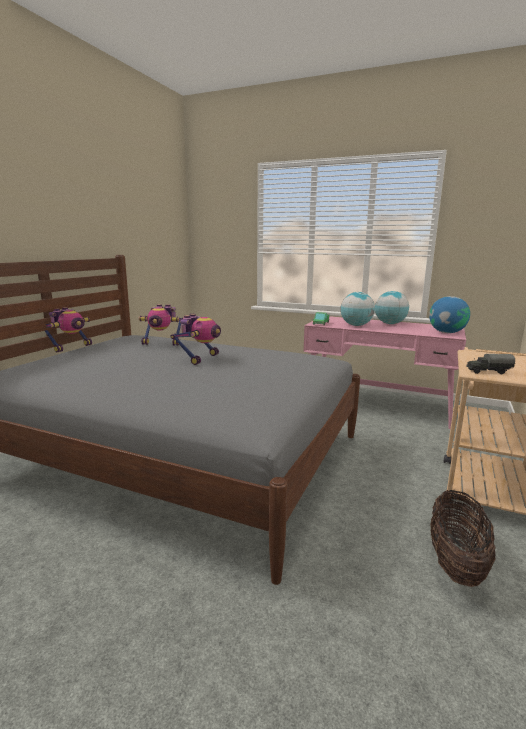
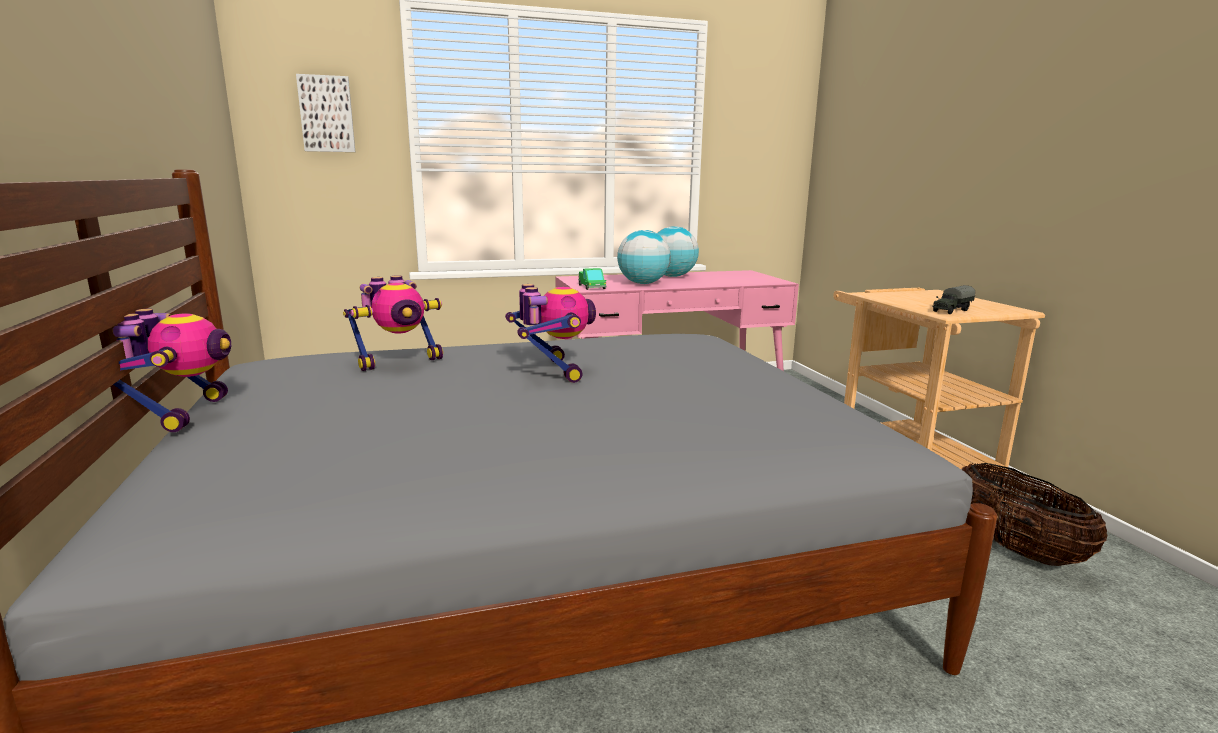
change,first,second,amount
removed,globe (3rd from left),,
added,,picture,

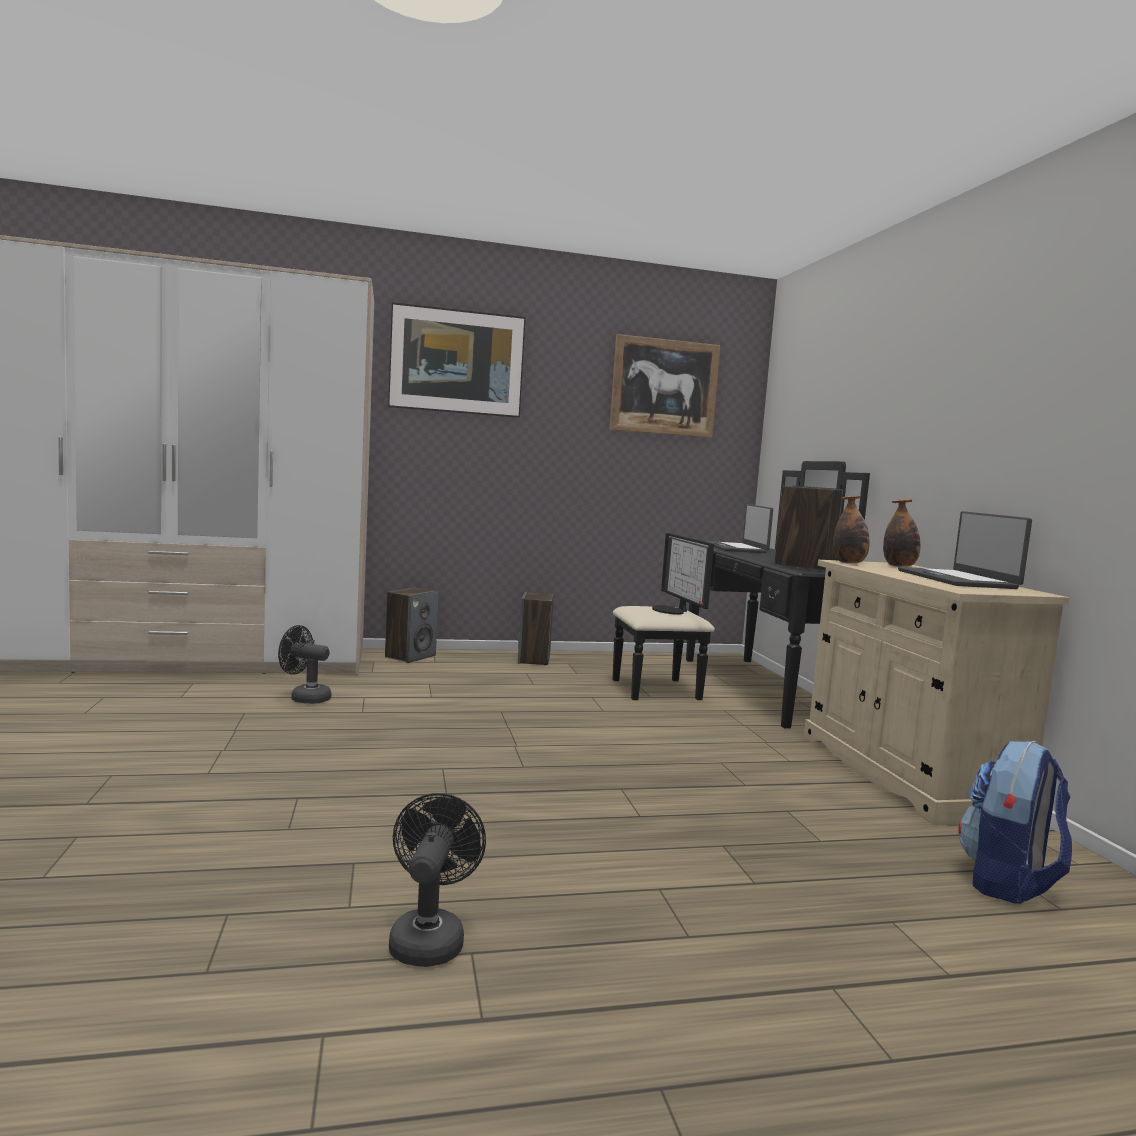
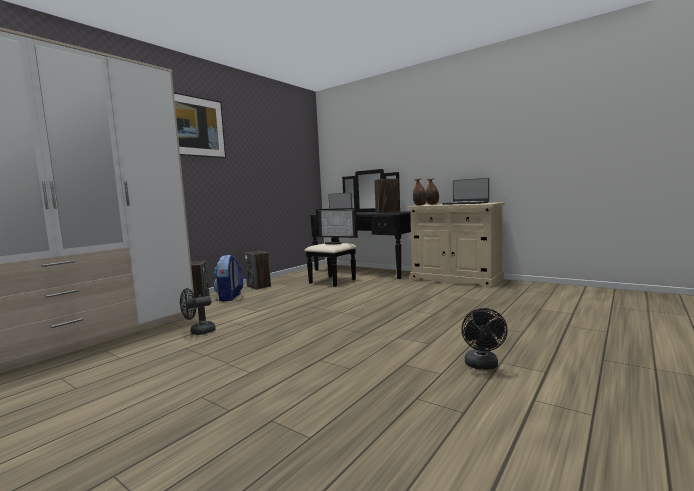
change,first,second,amount
removed,picture (2nd from left),,
moved,backpack,,
turned,fan/black (2nd from left),,135 degrees counterclockwise

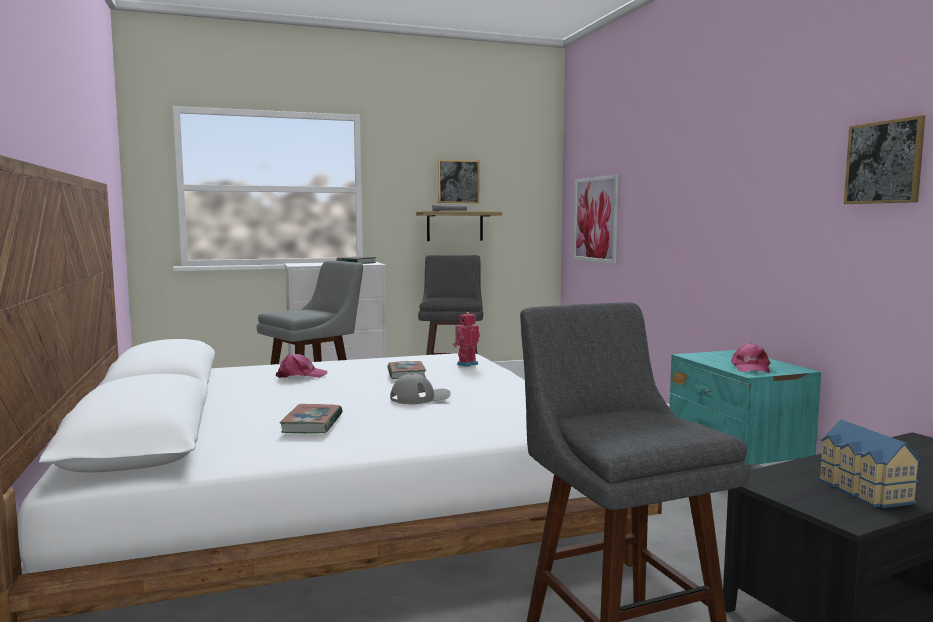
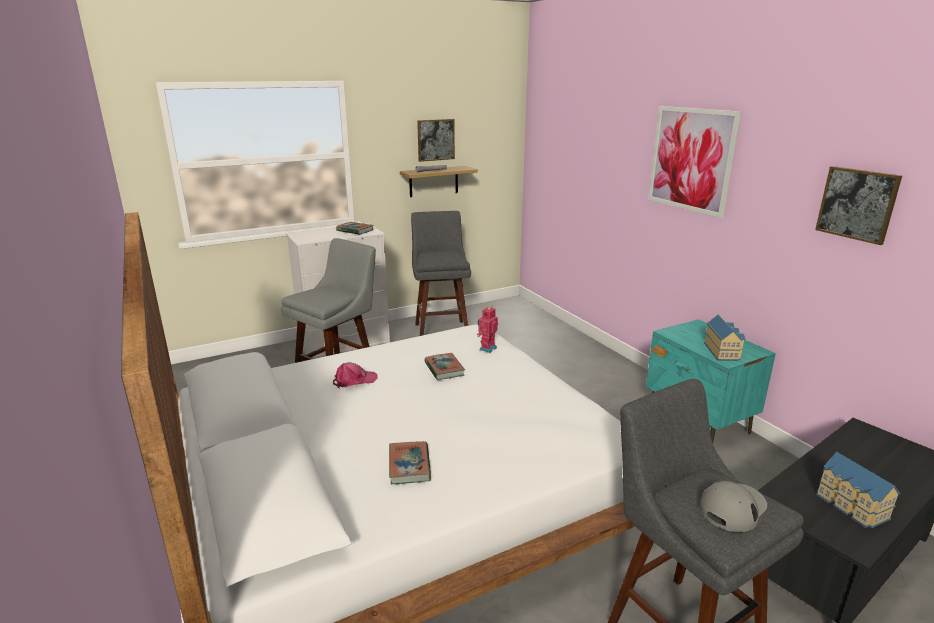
change,first,second,amount
moved,picture (2nd from left),,
replaced,cap/pink (2nd from left),toy house (1st from left),
moved,cap/grey,,

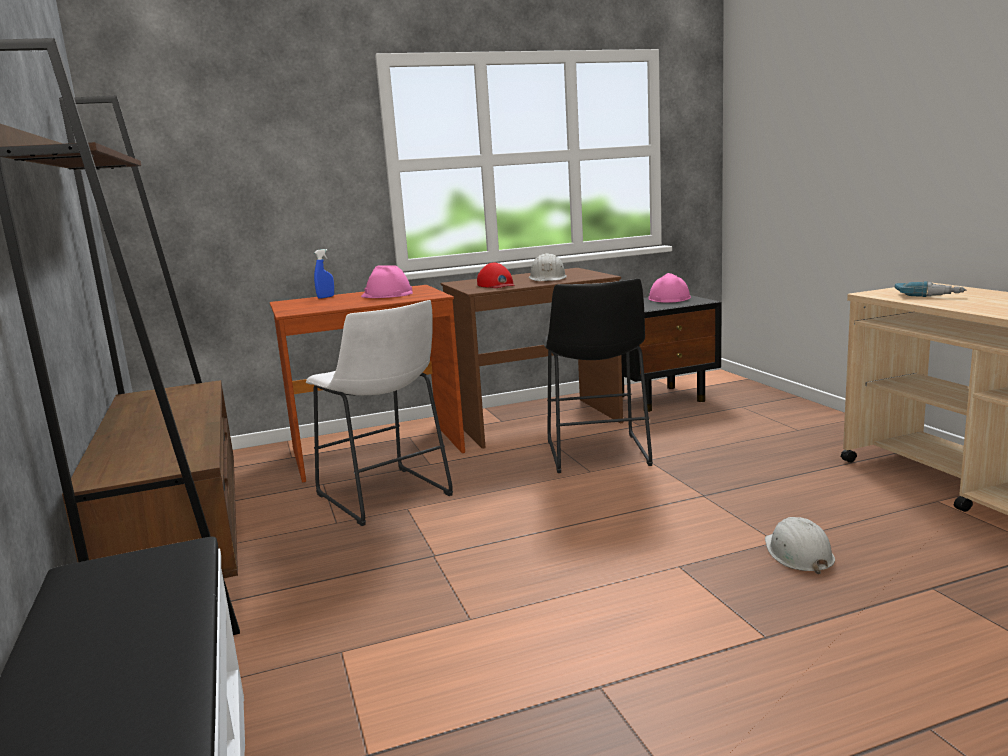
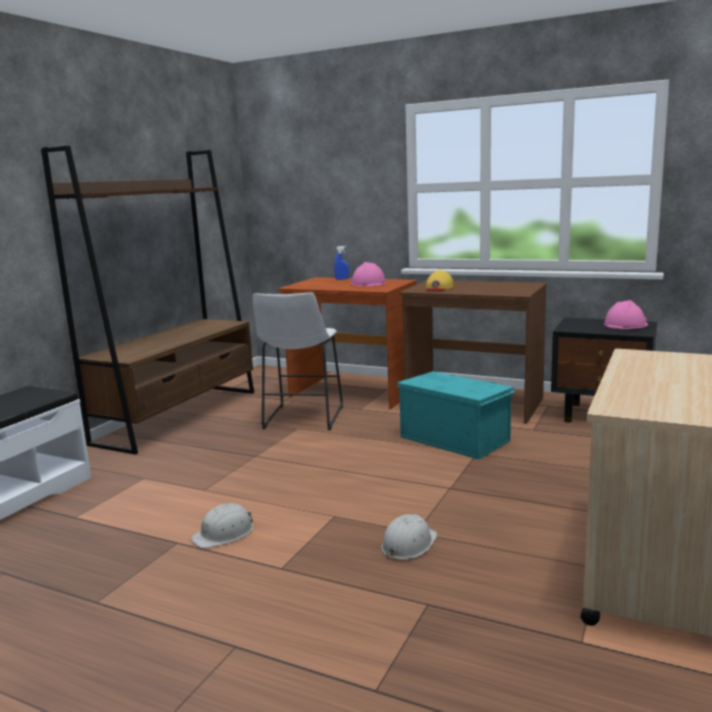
change,first,second,amount
moved,hard hat/white (1st from left),,
recoloured,cap/red,cap/yellow,
replaced,stool/black,storage box/turquoise,
removed,power drill,,

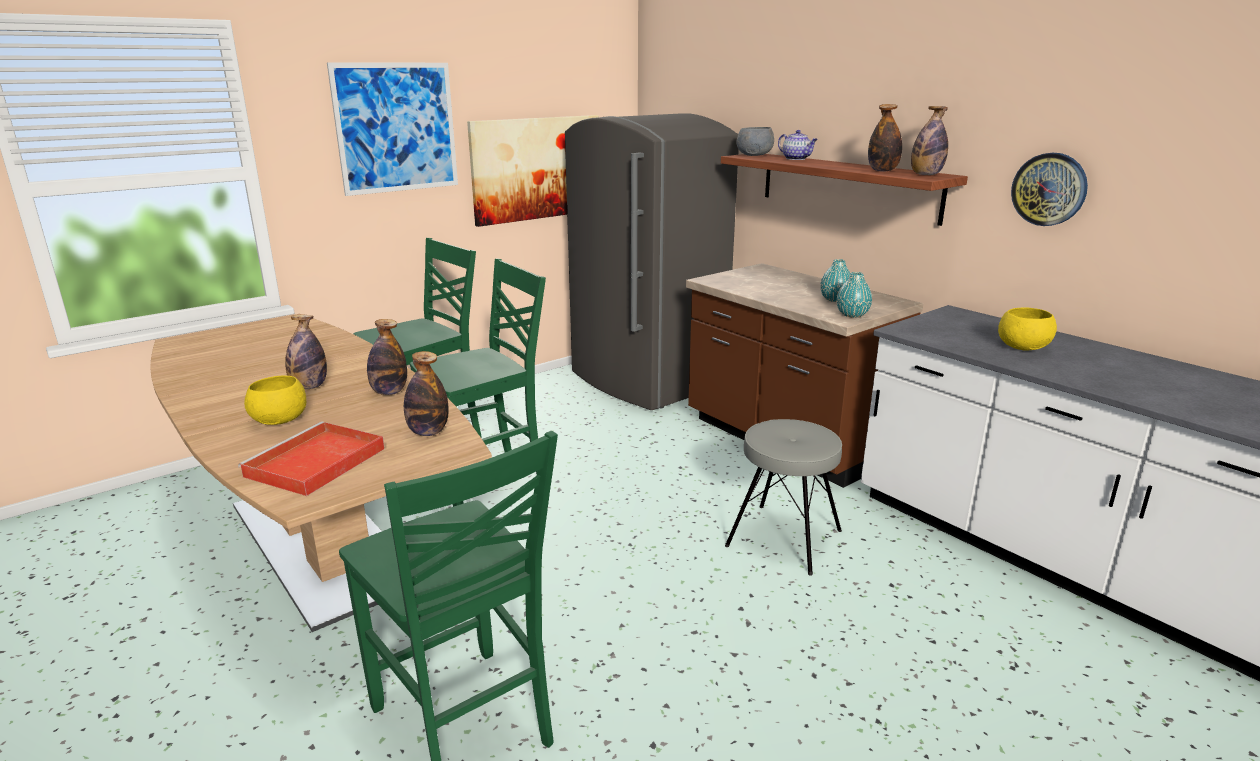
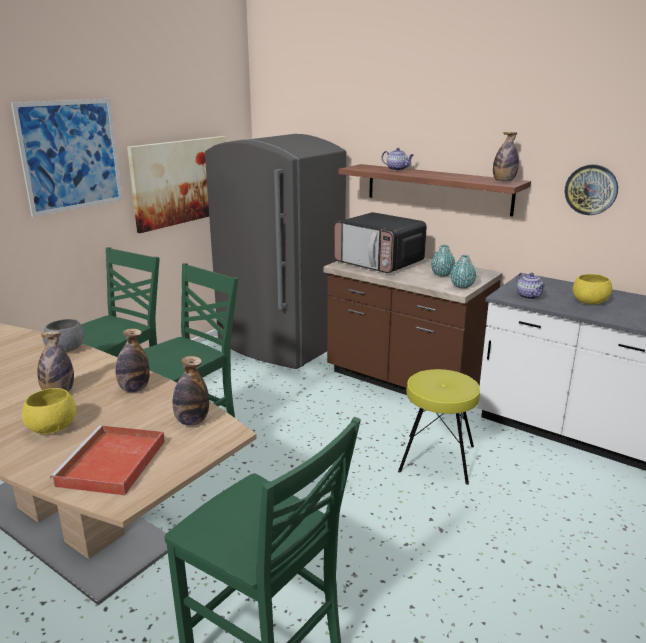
change,first,second,amount
removed,bottle (4th from left),,
moved,bowl/grey,,
recoloured,stool/grey,stool/yellow,
added,,microwave,
added,,teapot (2nd from left),

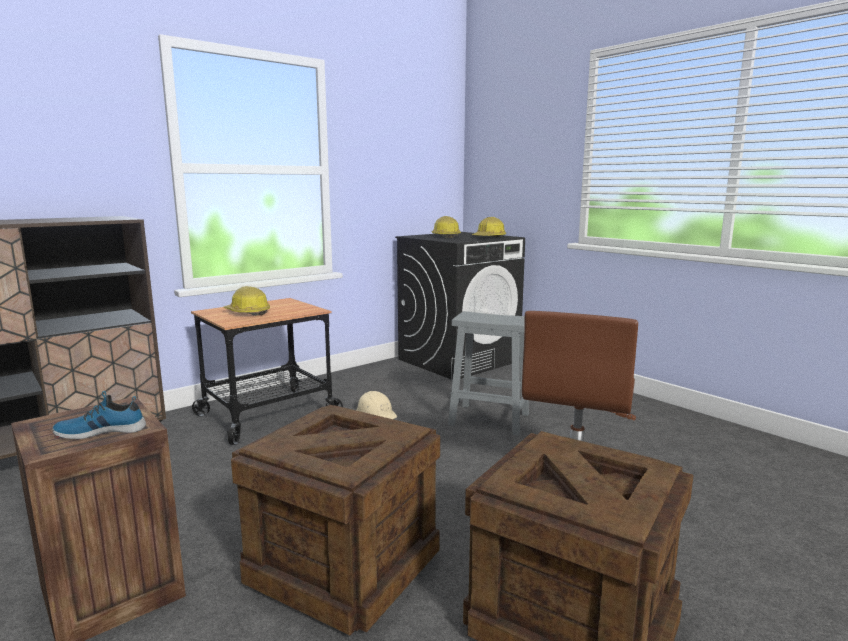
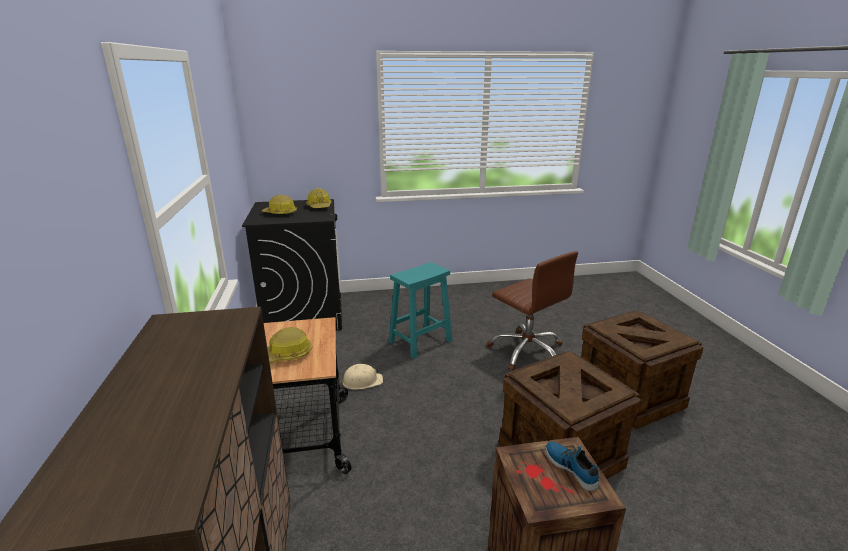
change,first,second,amount
recoloured,stool/grey,stool/turquoise,
turned,shoe,,135 degrees clockwise

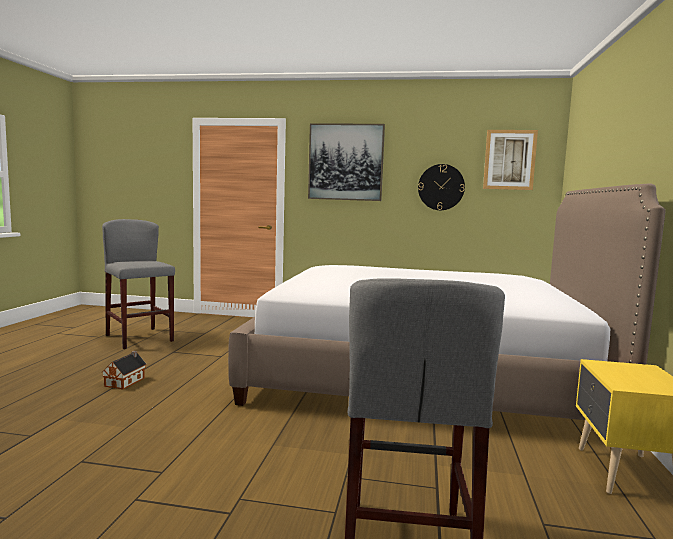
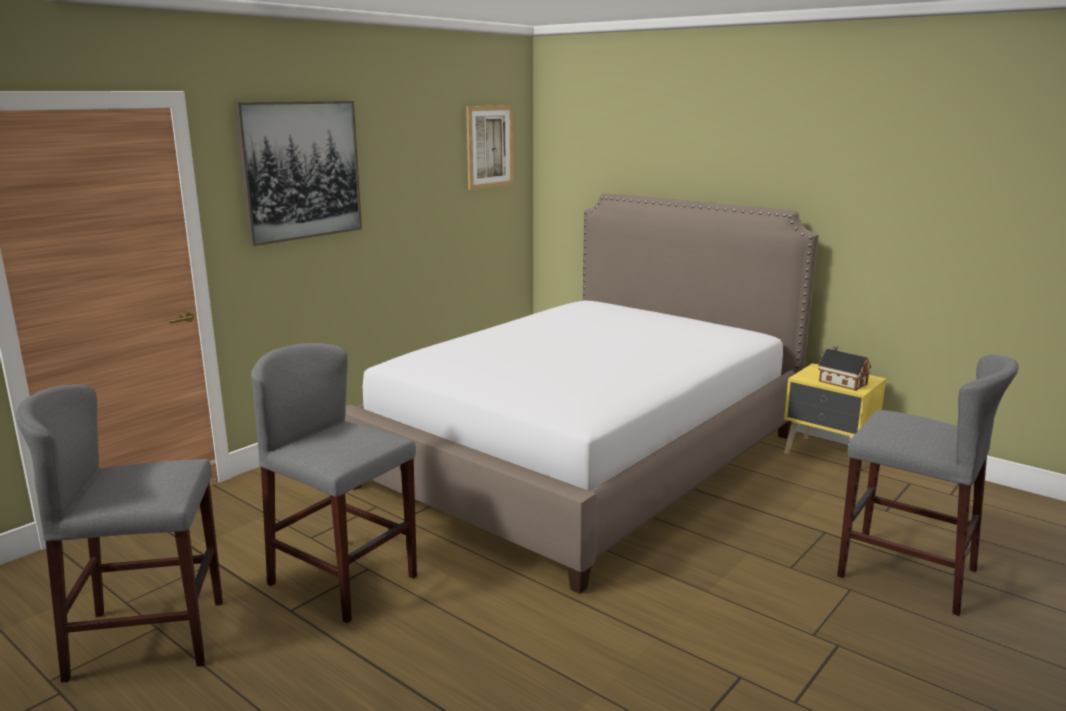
change,first,second,amount
removed,wall clock,,
moved,toy house,,
added,,stool/grey (2nd from left),

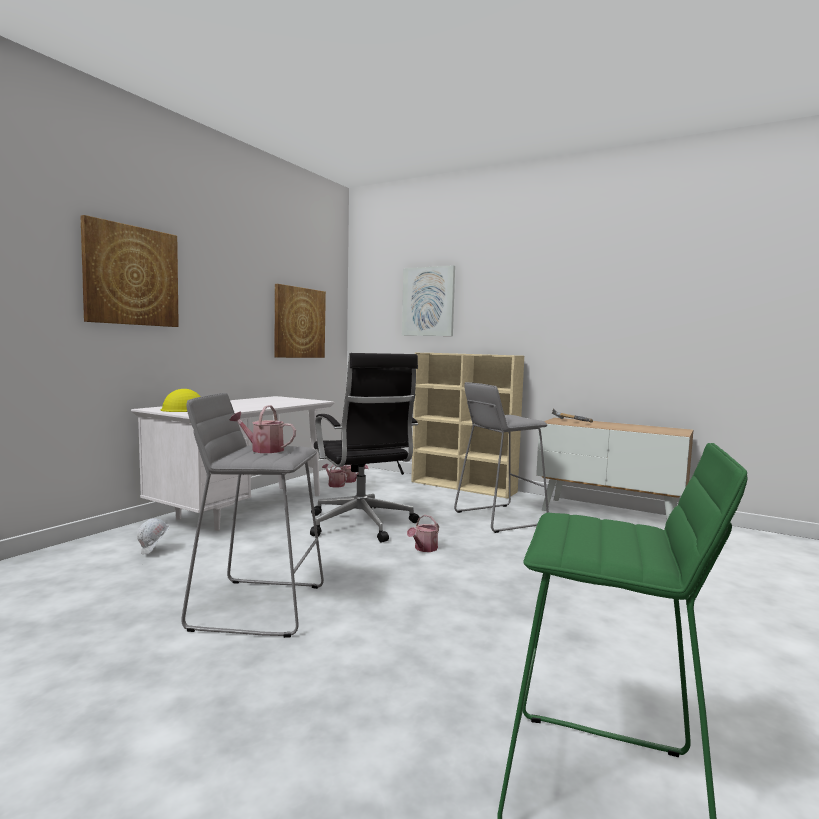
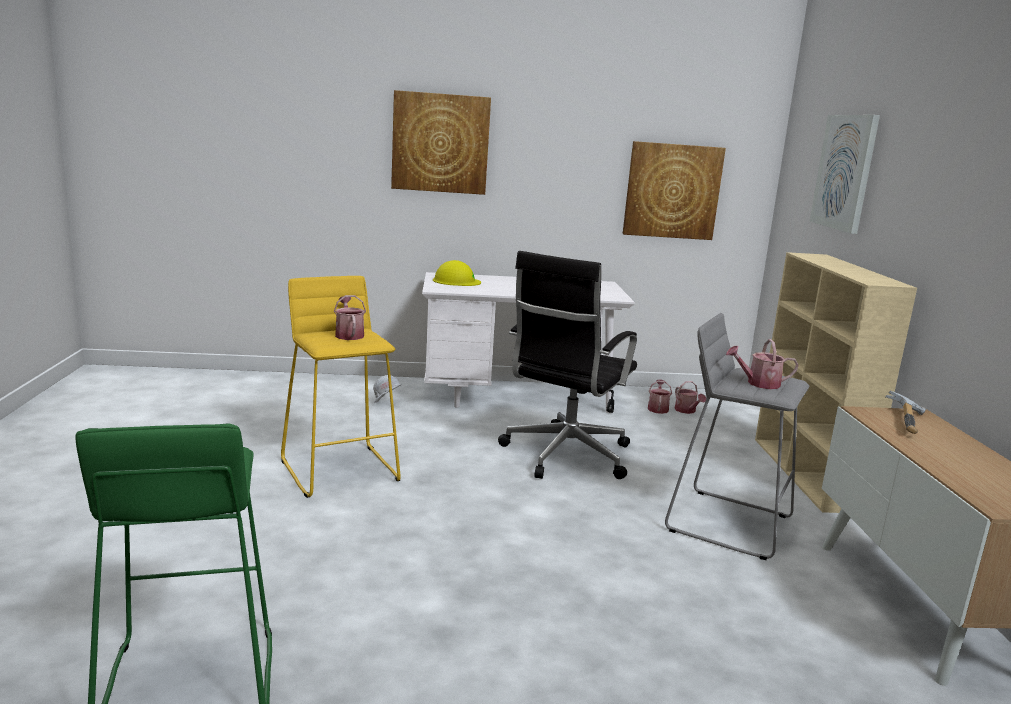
change,first,second,amount
recoloured,stool/grey (1st from left),stool/yellow,
moved,watering can (4th from left),,

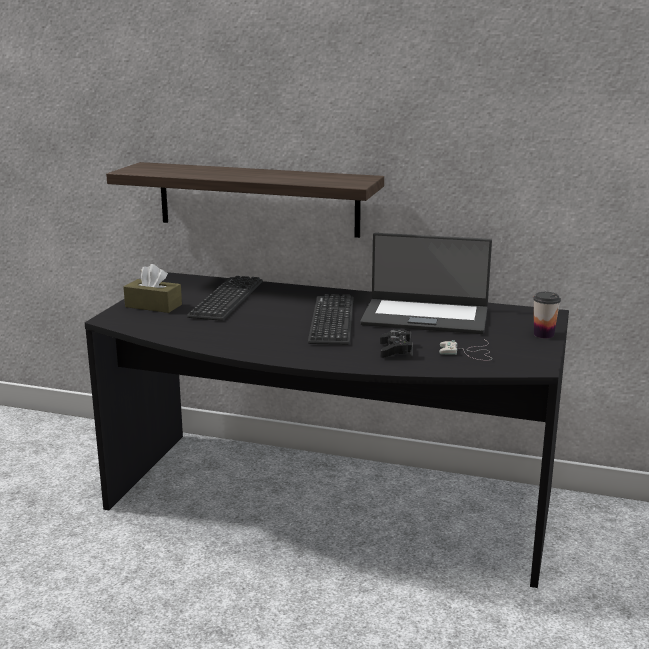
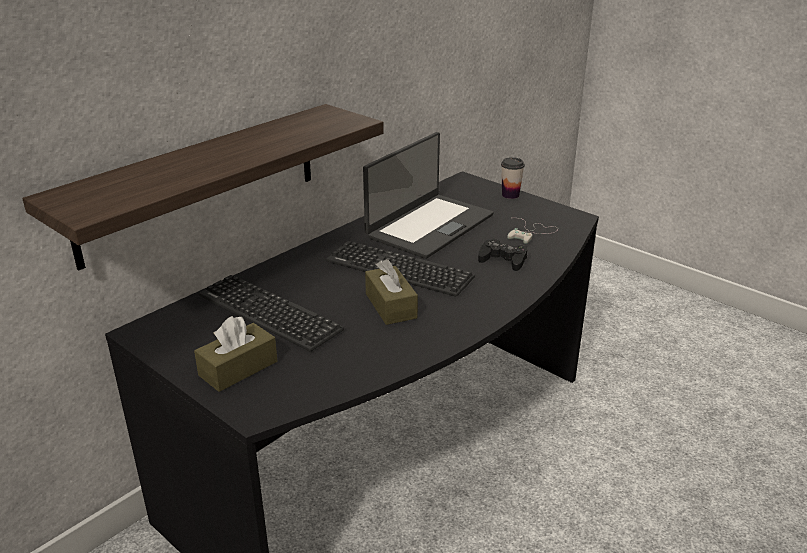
change,first,second,amount
added,,tissue box/brown (2nd from left),

